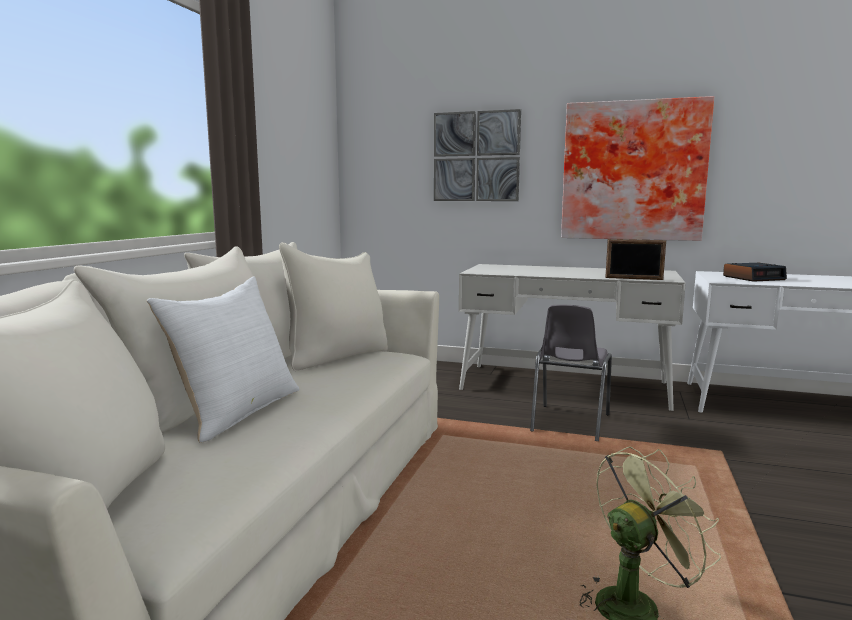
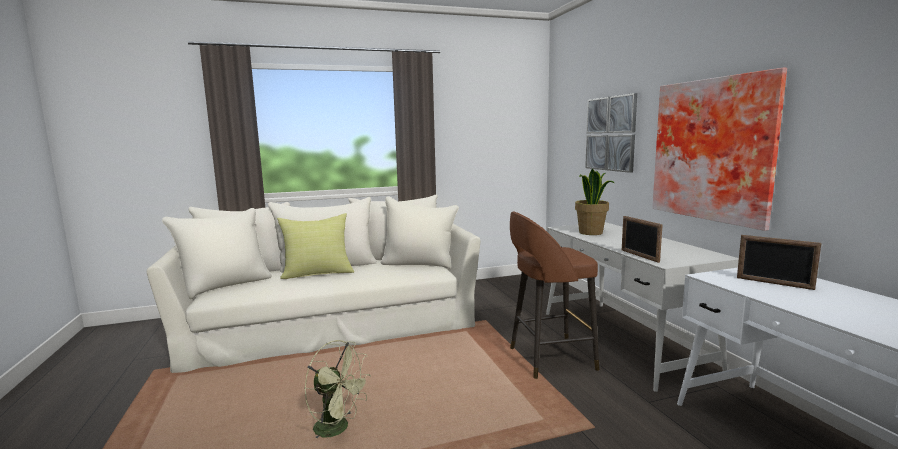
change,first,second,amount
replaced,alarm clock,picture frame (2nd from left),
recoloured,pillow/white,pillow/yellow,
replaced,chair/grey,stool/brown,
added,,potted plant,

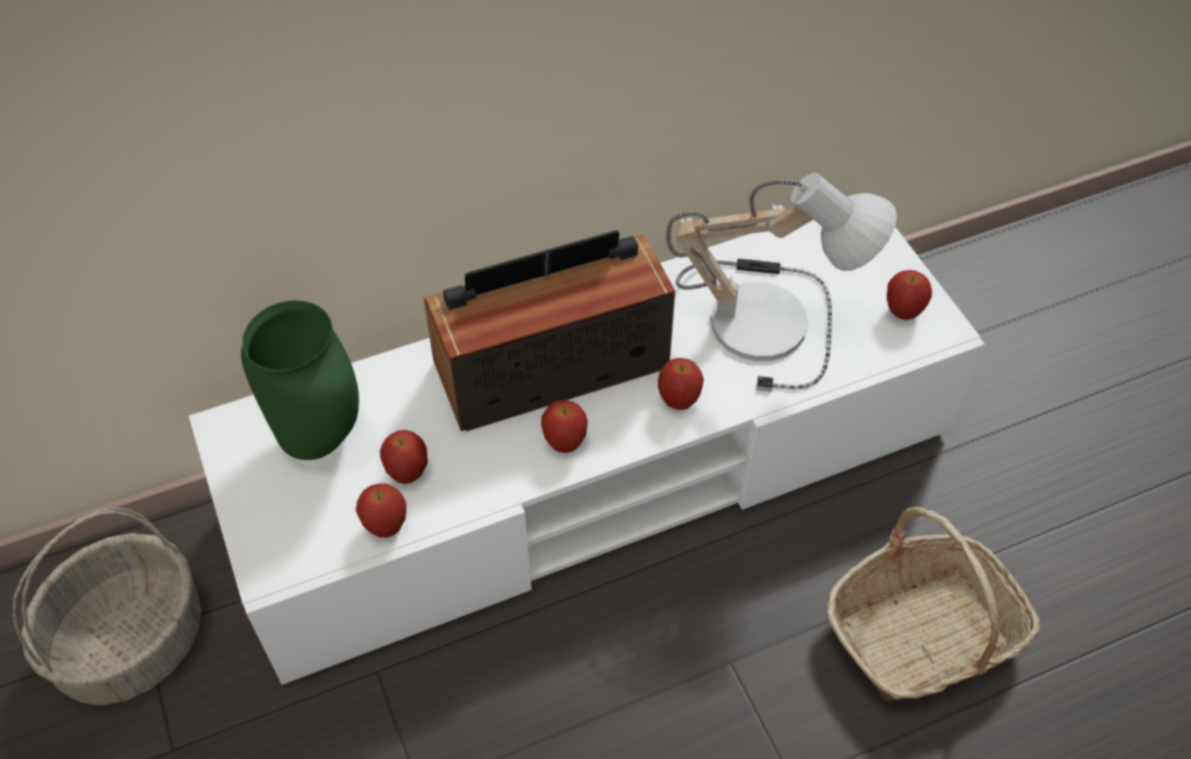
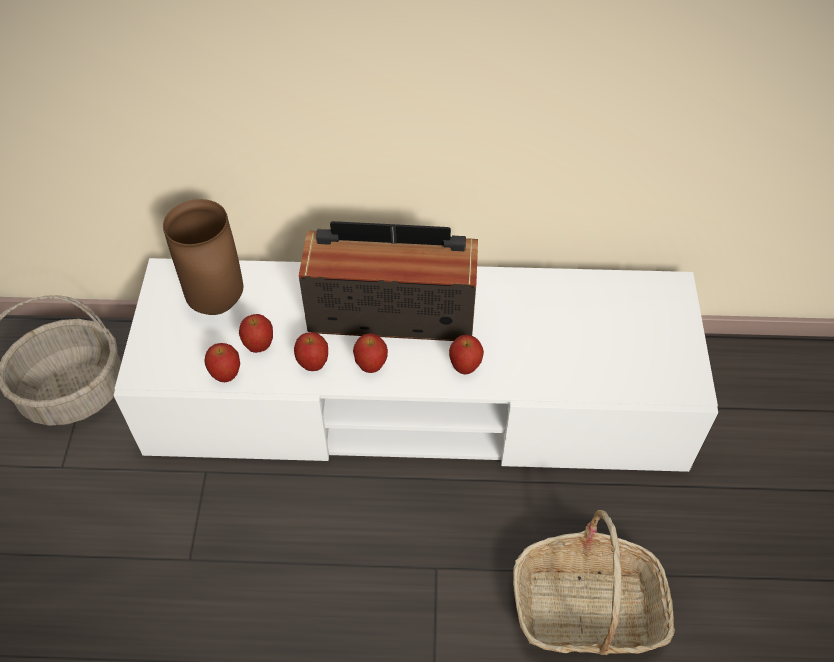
change,first,second,amount
removed,table lamp,,
moved,apple (5th from left in the first image),apple (3rd from left),
recoloured,vase/green,vase/brown,

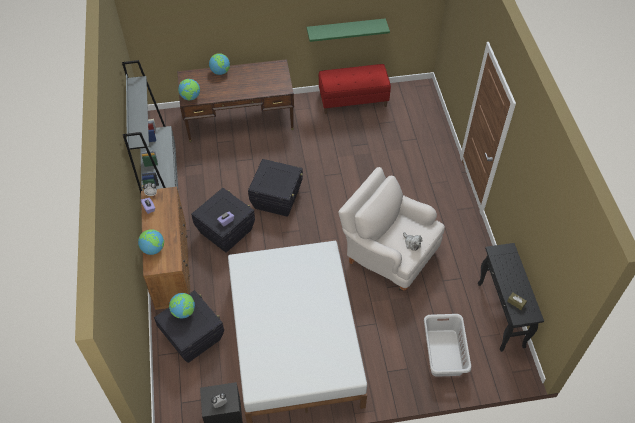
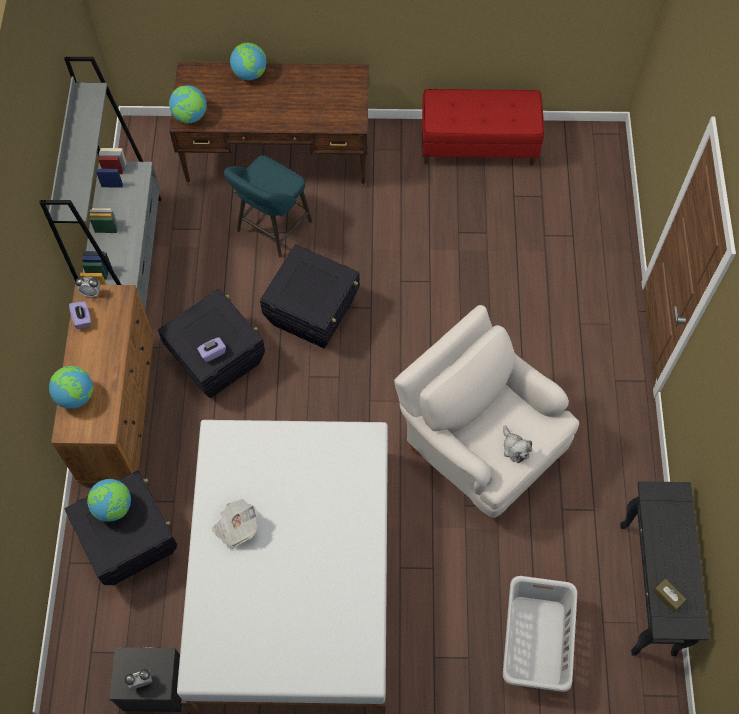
change,first,second,amount
removed,shelf/green,,
added,,stool/turquoise,
added,,newspaper,

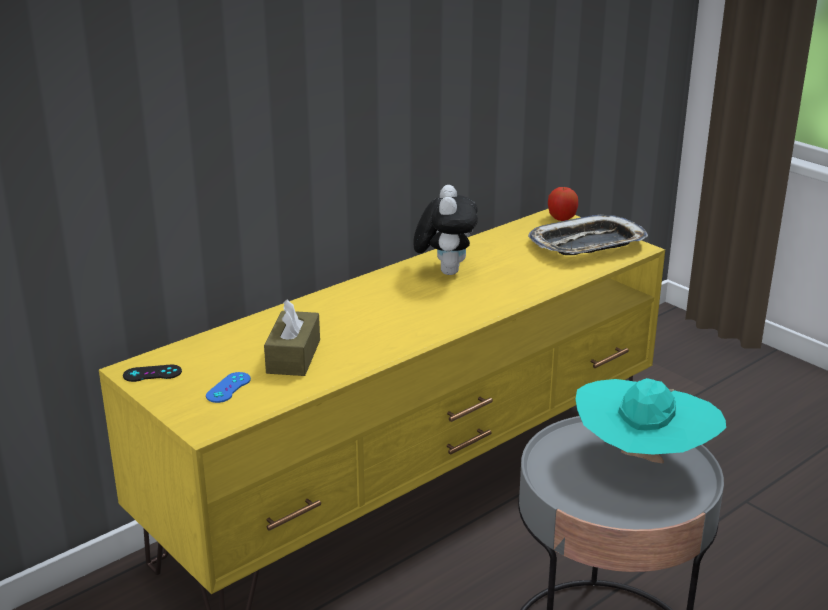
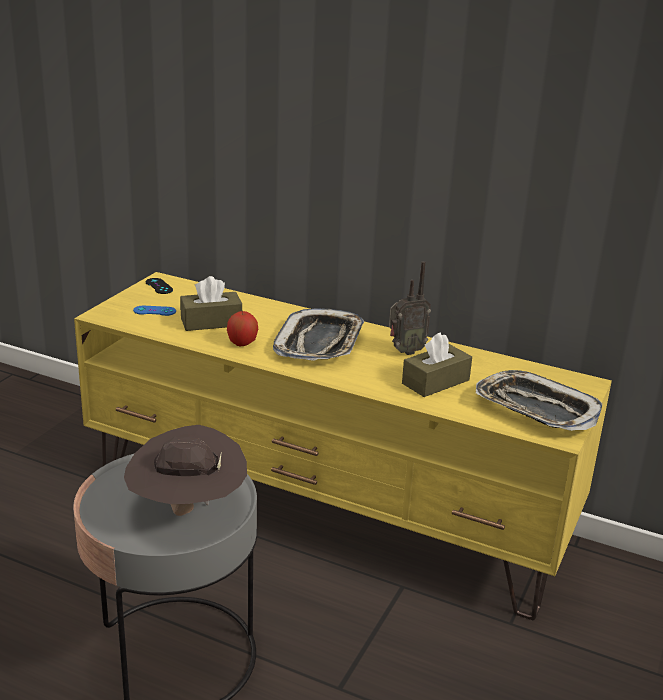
change,first,second,amount
replaced,plush toy,radio,
moved,apple,,
recoloured,hat/turquoise,hat/brown,
added,,tray (1st from left),
added,,tissue box/brown (2nd from left),

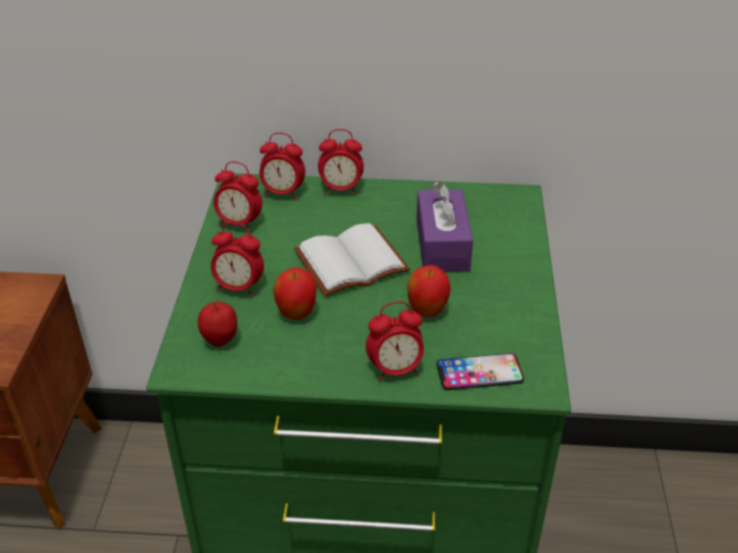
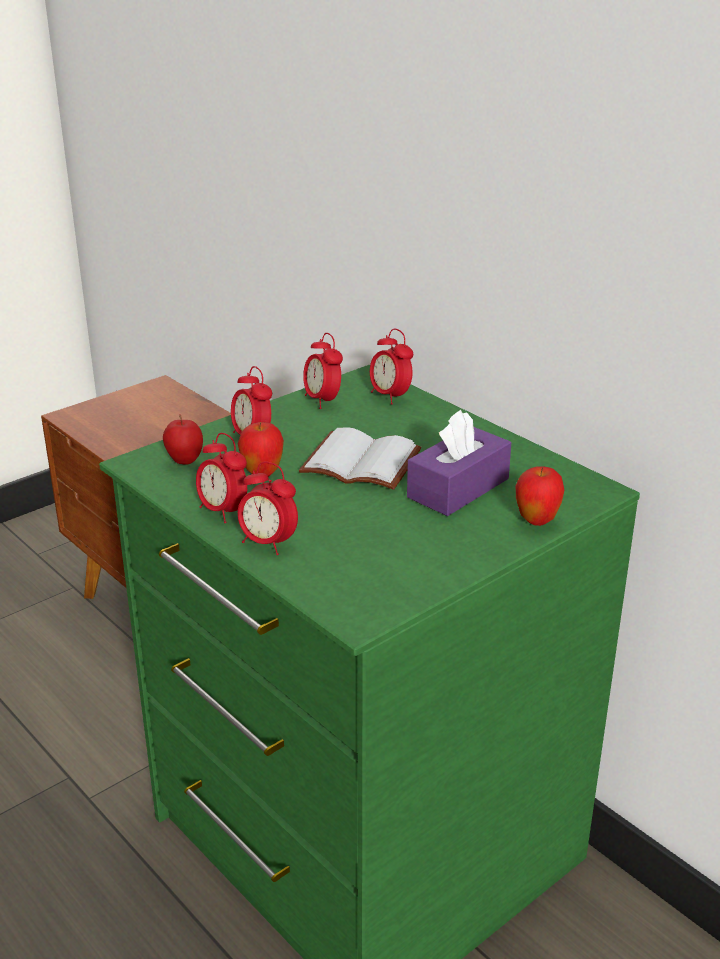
change,first,second,amount
moved,alarm clock (4th from left in the first image),alarm clock (1st from left),
moved,apple (3rd from left),,
removed,phone,,

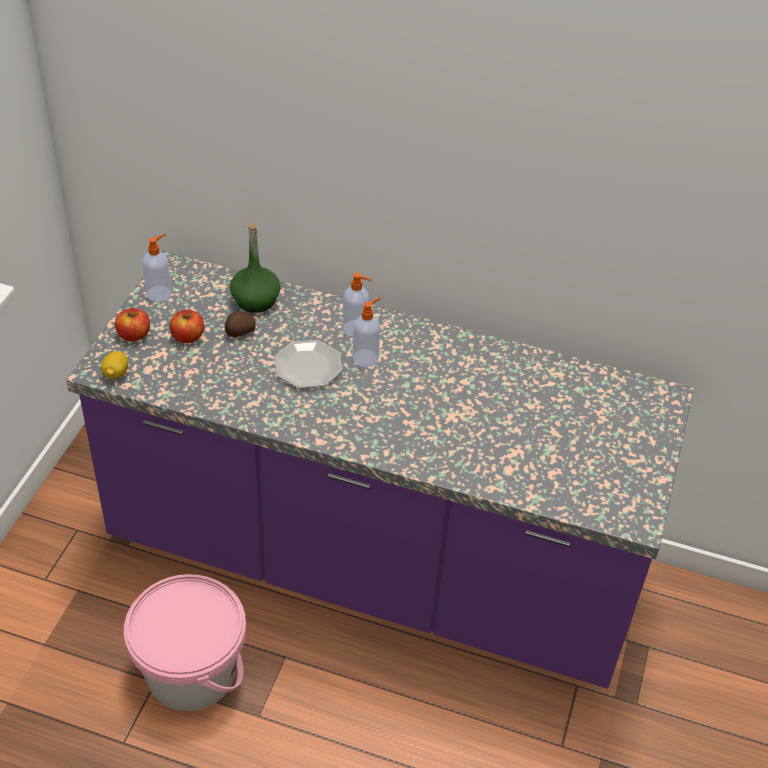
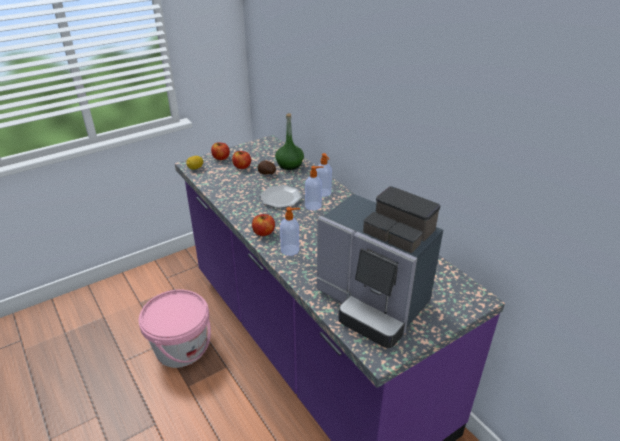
change,first,second,amount
moved,soap dispenser (1st from left),,
added,,coffee machine,
added,,apple (3rd from left),

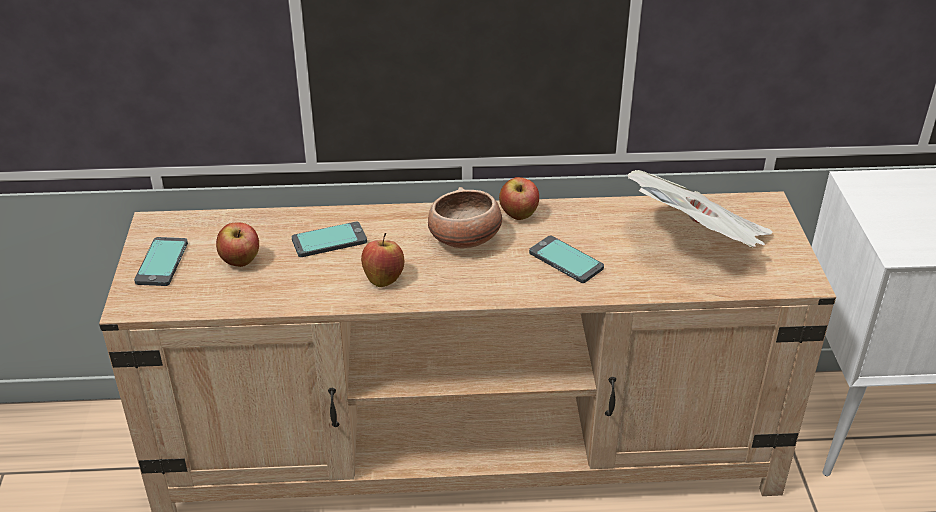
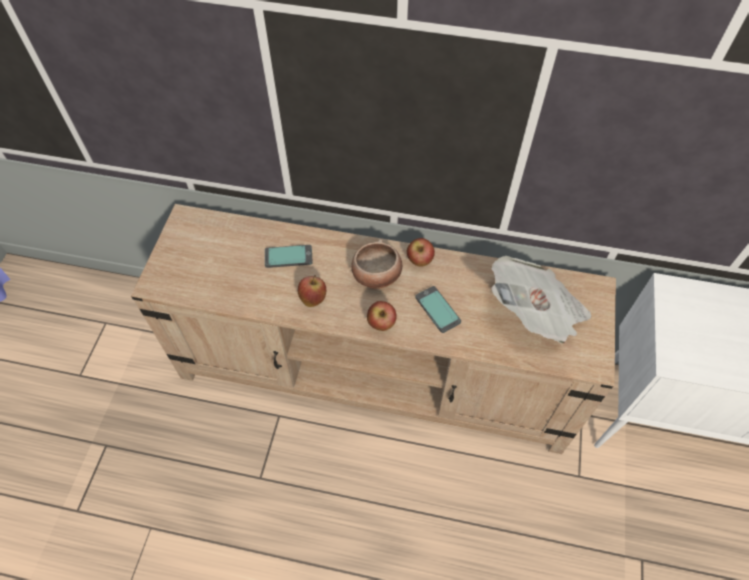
change,first,second,amount
moved,apple (1st from left in the first image),apple (2nd from left),
removed,phone (1st from left),,

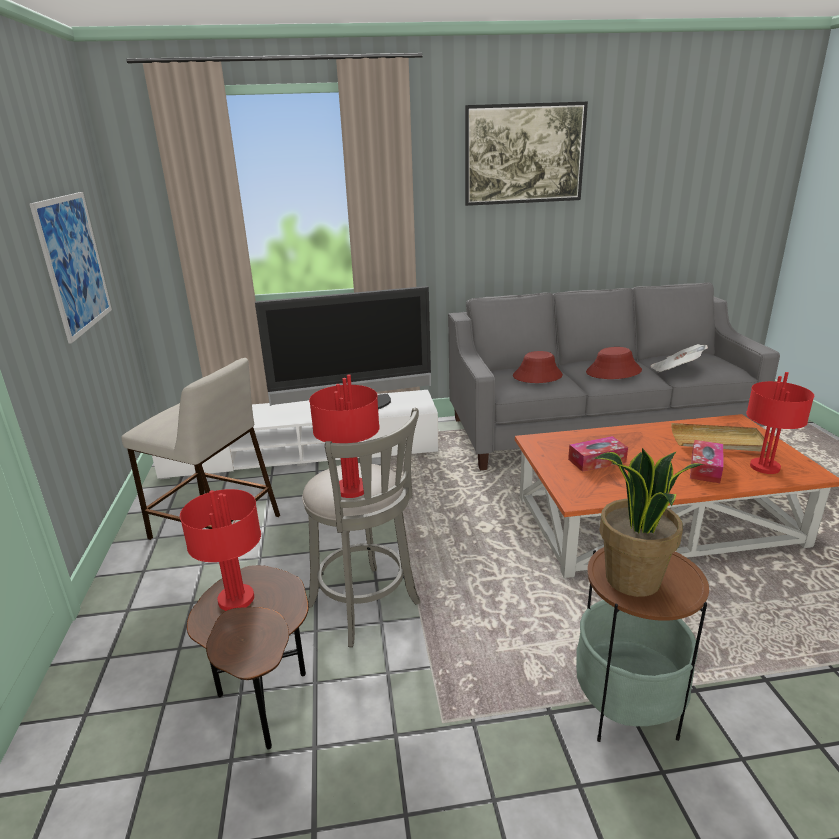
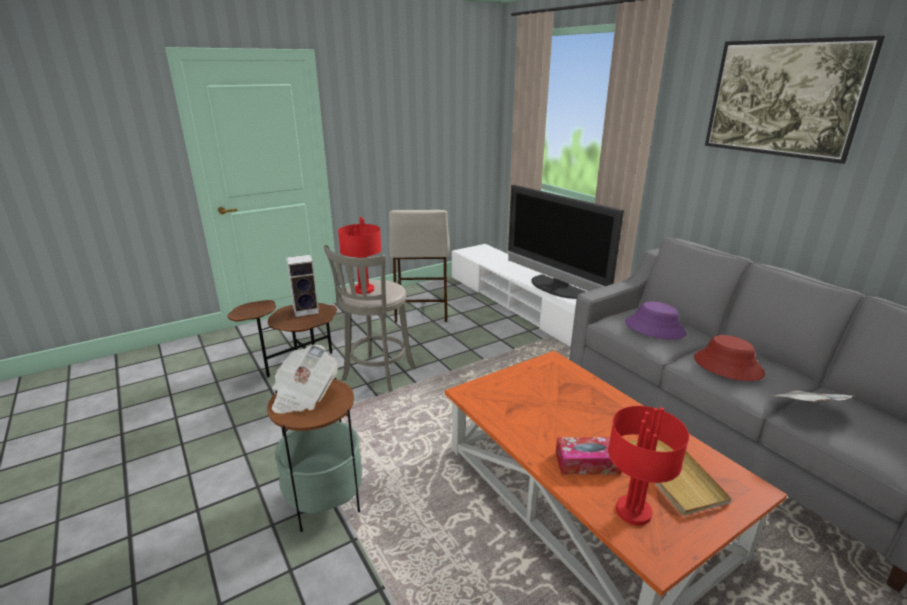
change,first,second,amount
removed,picture (1st from left),,
recoloured,hat/red (1st from left),hat/purple,
removed,tissue box (1st from left),,
replaced,potted plant,newspaper (1st from left),
replaced,table lamp/red (1st from left),speaker,

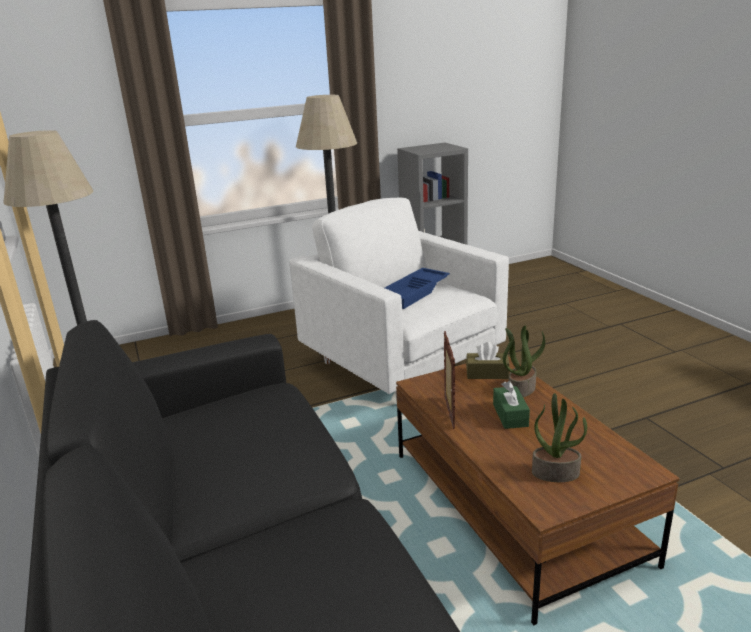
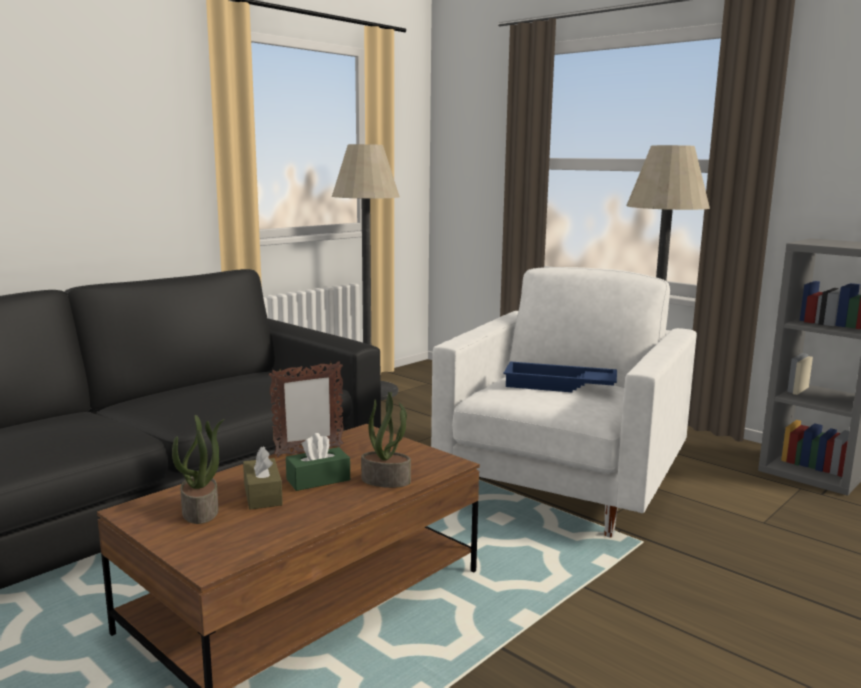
change,first,second,amount
moved,tissue box/brown,,

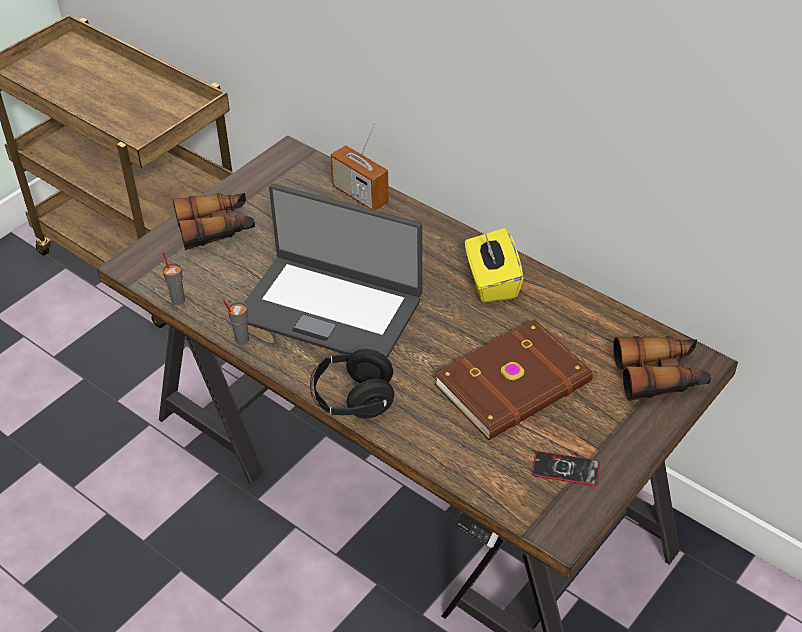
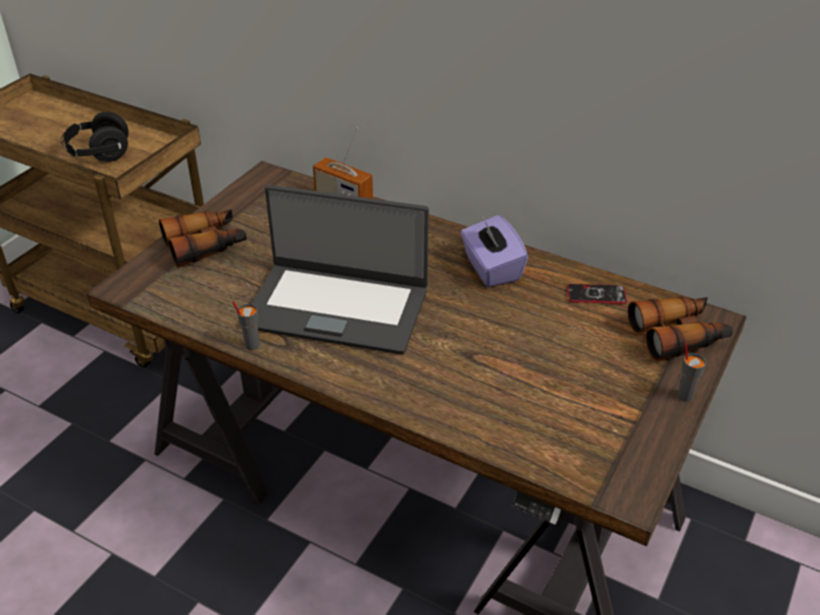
change,first,second,amount
recoloured,tissue box/yellow,tissue box/purple,
moved,cup/grey (1st from left in the first image),cup/grey (2nd from left),
removed,book/brown,,
moved,headphones/black,,
moved,phone,,

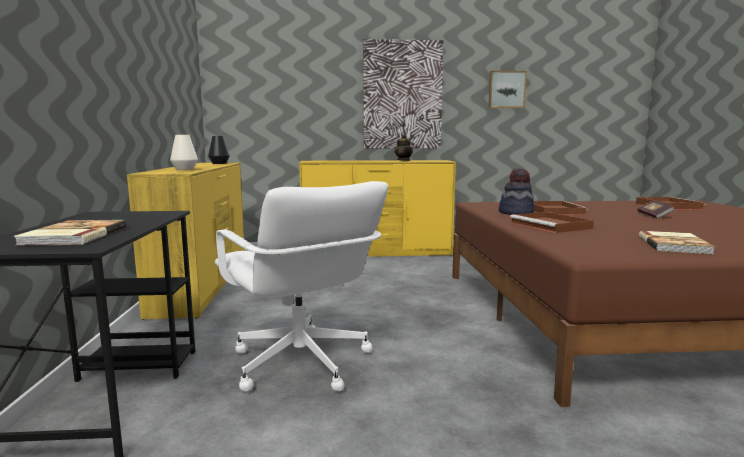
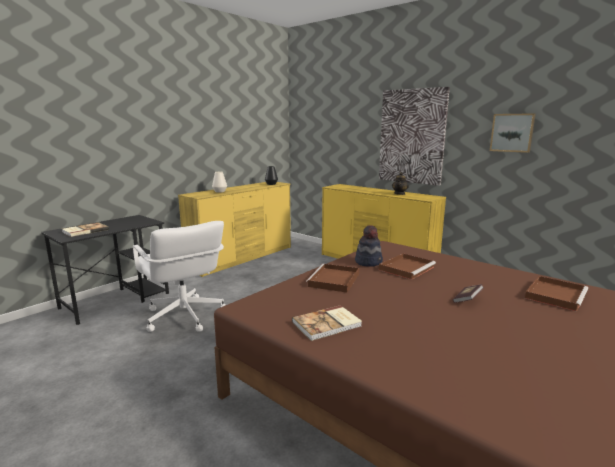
change,first,second,amount
turned,office chair/white,,45 degrees counterclockwise

